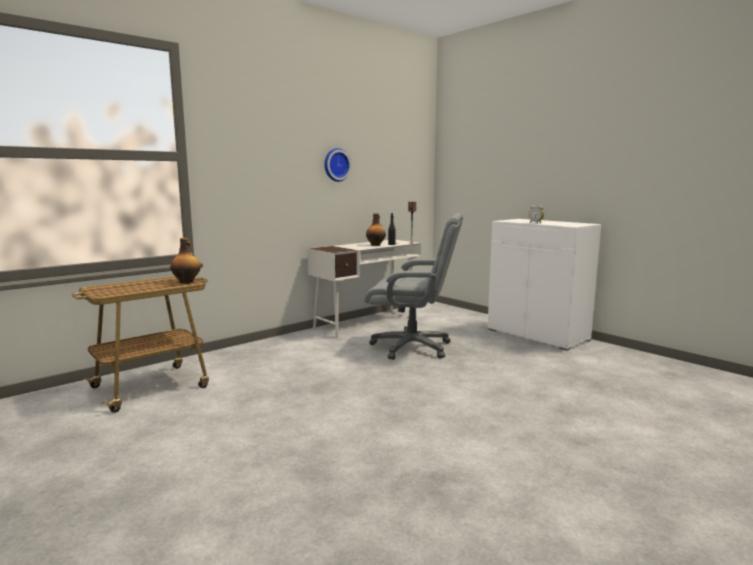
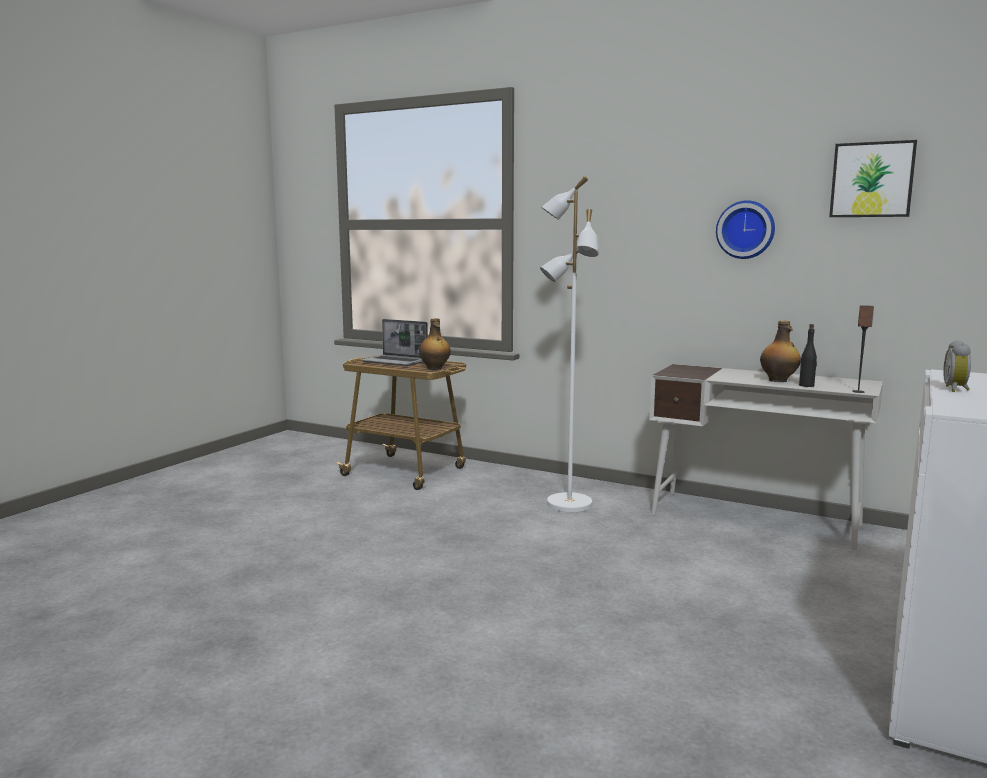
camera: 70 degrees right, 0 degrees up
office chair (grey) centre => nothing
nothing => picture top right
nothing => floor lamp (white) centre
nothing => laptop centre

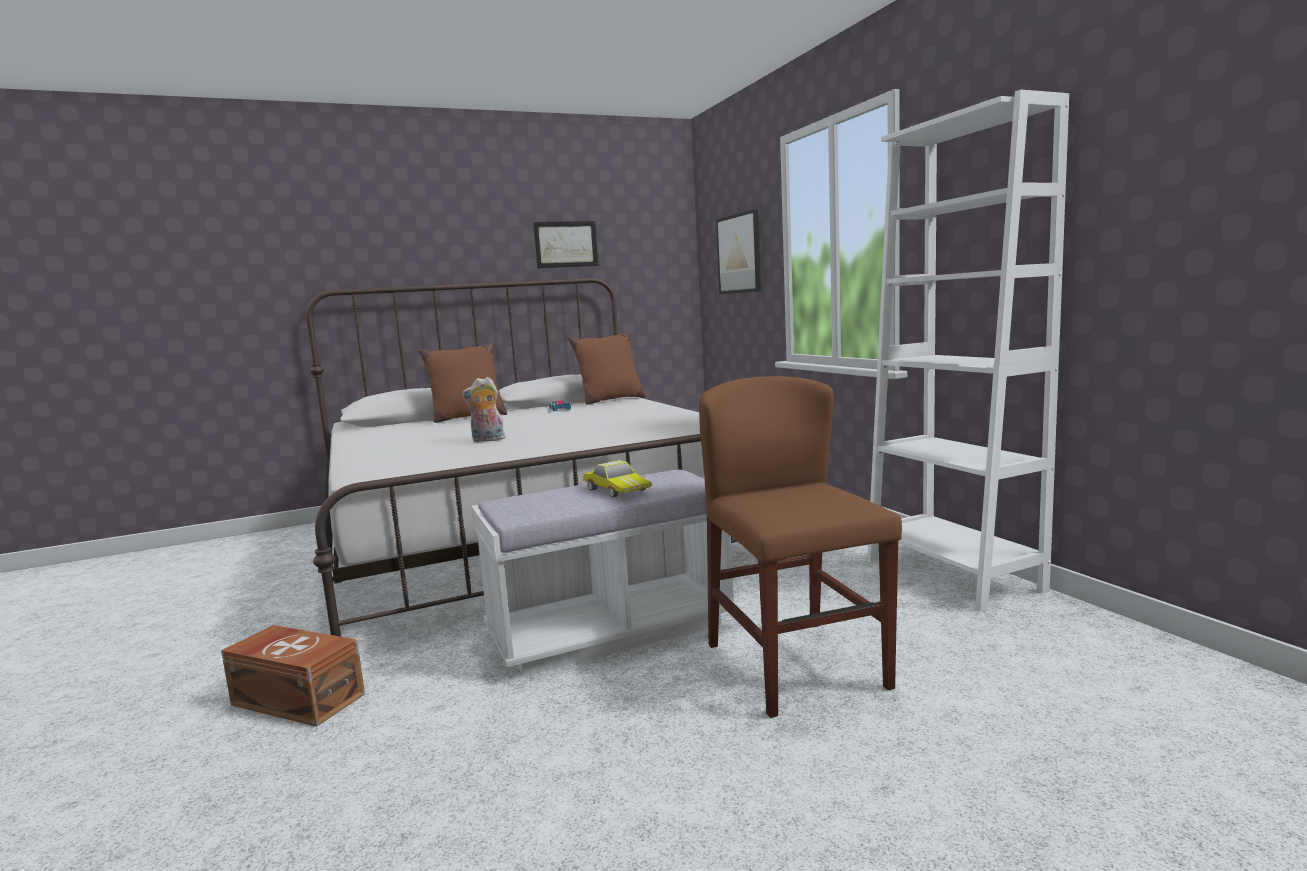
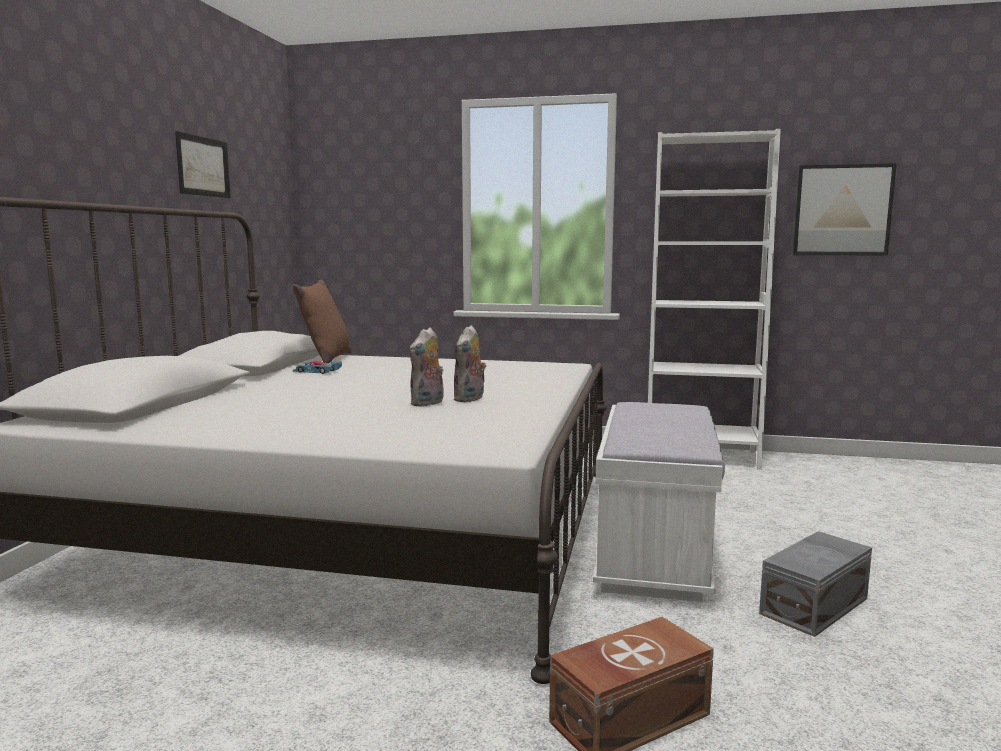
camera: 55 degrees left, 0 degrees up
picture (2nd from left) top centre => picture (2nd from left) top right, move
pillow (brown) (1st from left) centre => nothing
chair (brown) centre => nothing
toy car (2nd from left) centre => nothing
nothing => plush toy (2nd from left) centre
nothing => storage box (grey) bottom right

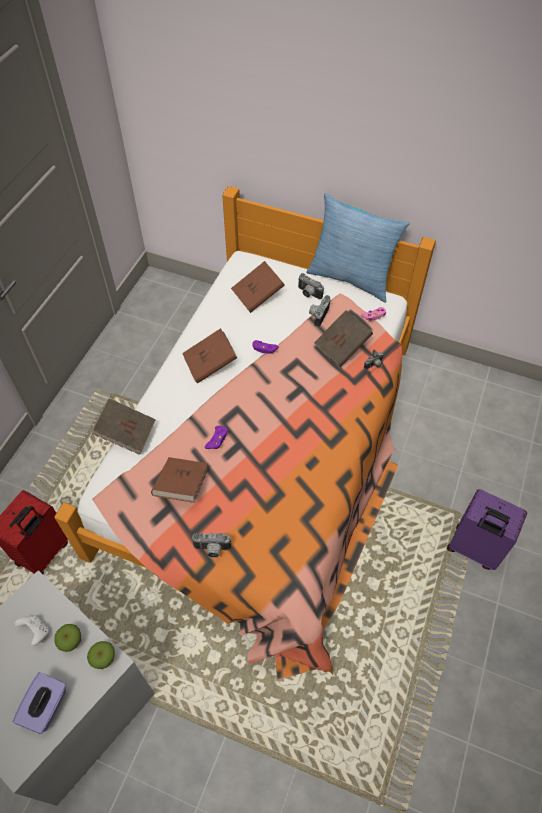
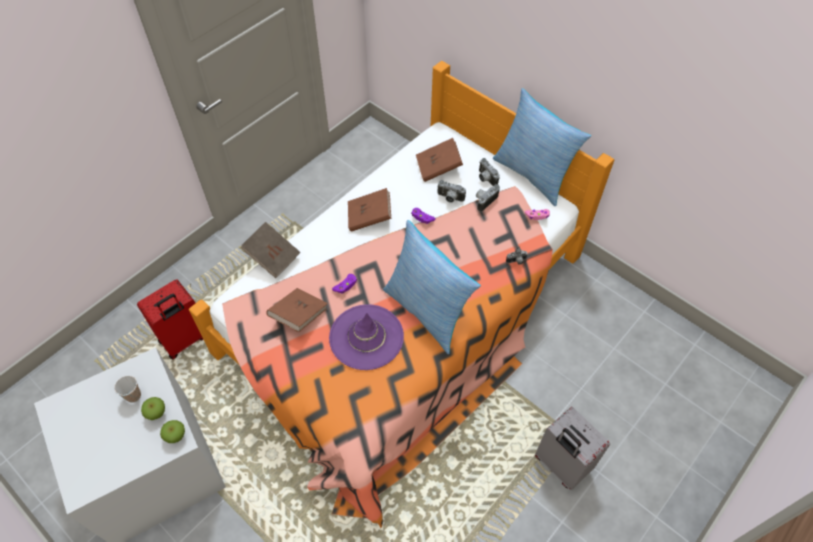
camera: 20 degrees right, 0 degrees up
book (brown) (5th from left) centre => nothing
suitcase (purple) middle right => suitcase (grey) bottom right
photo camera (1st from left) bottom centre => photo camera (1st from left) centre, move
game controller (white) bottom left => cup bottom left
tissue box (purple) bottom left => nothing
nothing => pillow (1st from left) centre
nothing => hat (purple) centre

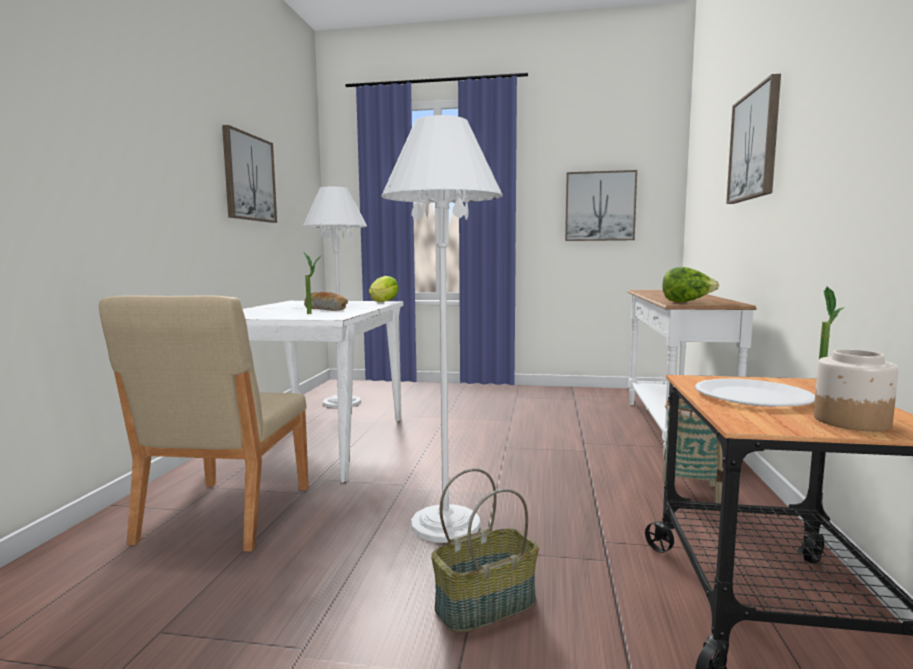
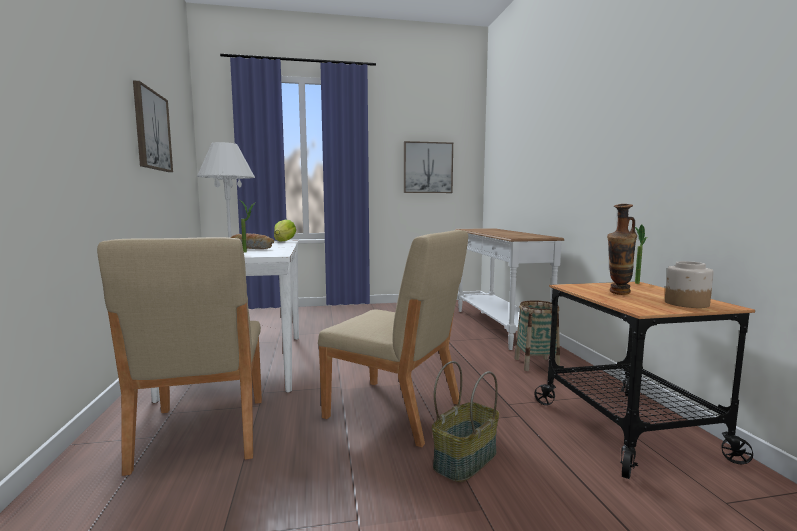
camera: 20 degrees left, 0 degrees up
picture (3rd from left) top right => nothing
floor lamp (white) (2nd from left) centre => chair (beige) (2nd from left) centre
lettuce (2nd from left) middle right => nothing
plate (white) middle right => vase middle right

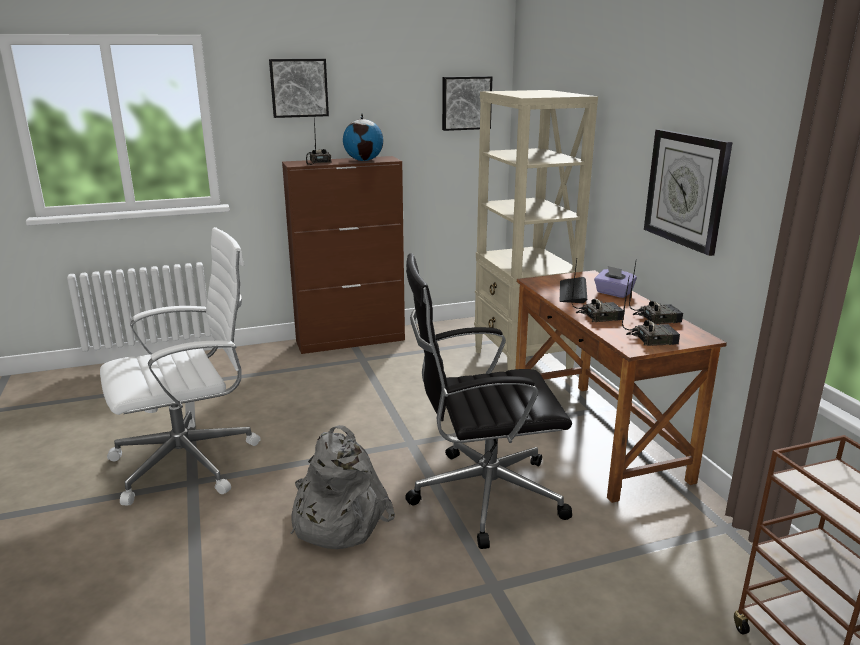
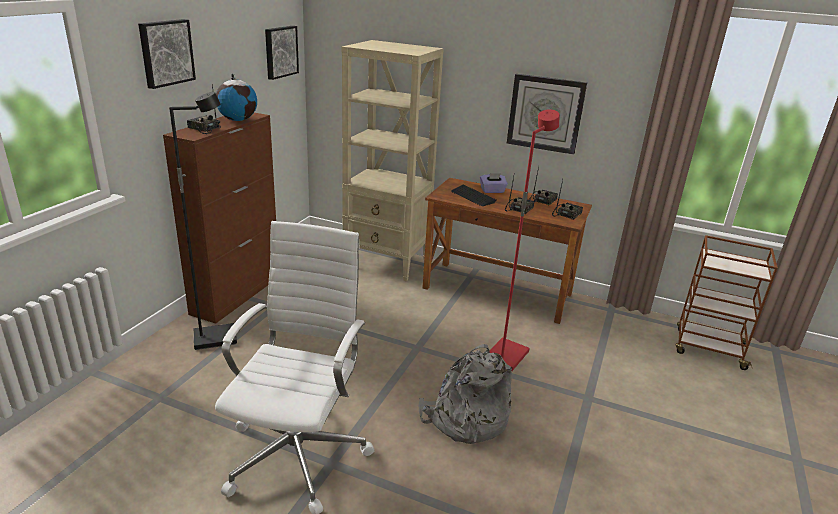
camera: 50 degrees left, 5 degrees up
office chair (black) centre => floor lamp (red) centre
nothing => floor lamp (black) middle left

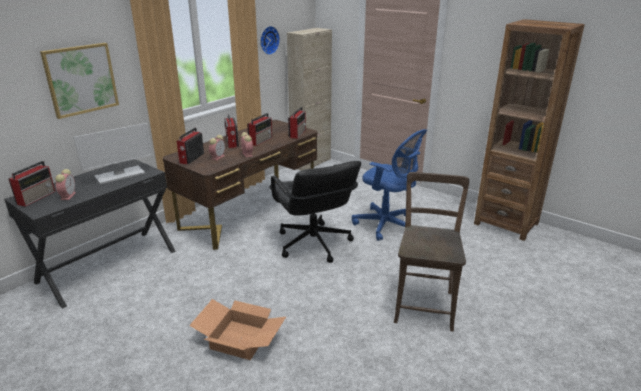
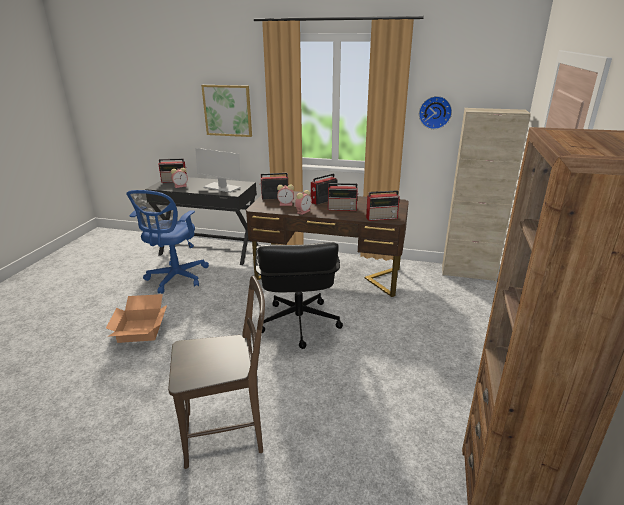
camera: 65 degrees right, 0 degrees up
office chair (blue) centre => office chair (blue) middle left, move
office chair (black) centre, 45 degrees counterclockwise

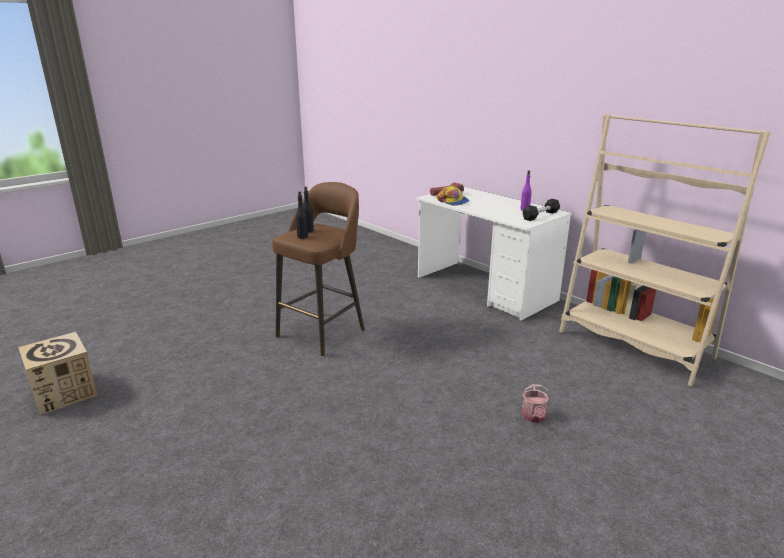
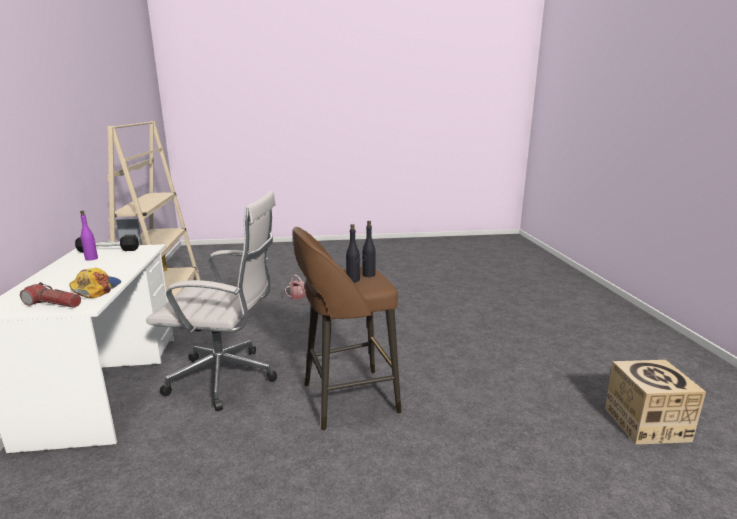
camera: 145 degrees left, 5 degrees down
nothing => office chair (white) middle left

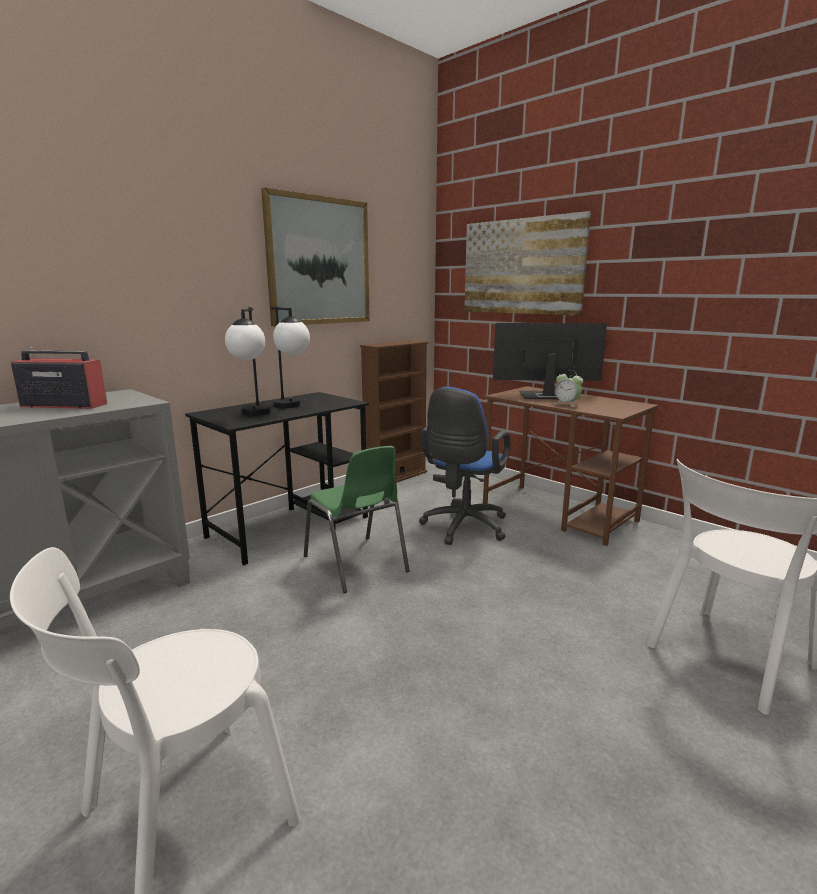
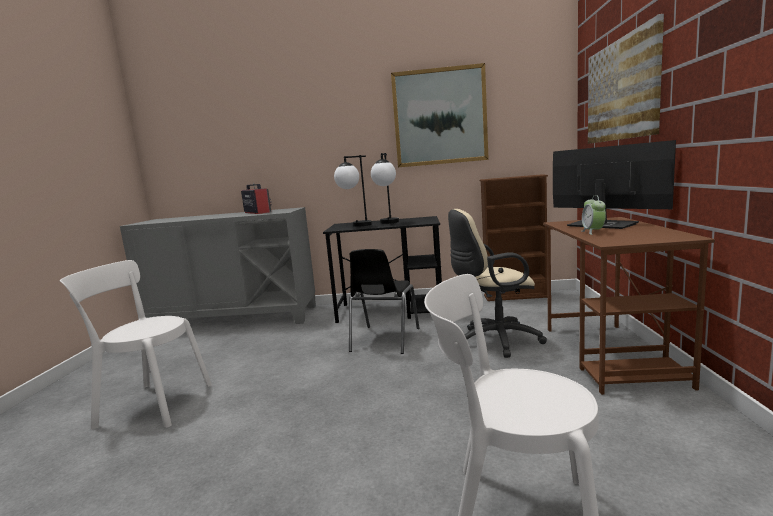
camera: 50 degrees right, 5 degrees down
office chair (blue) centre => office chair (beige) centre
chair (green) centre => chair (black) centre

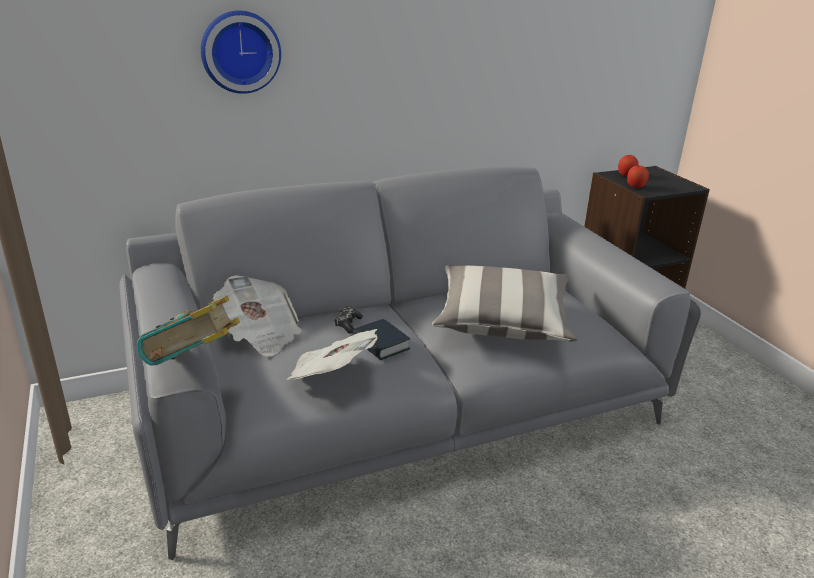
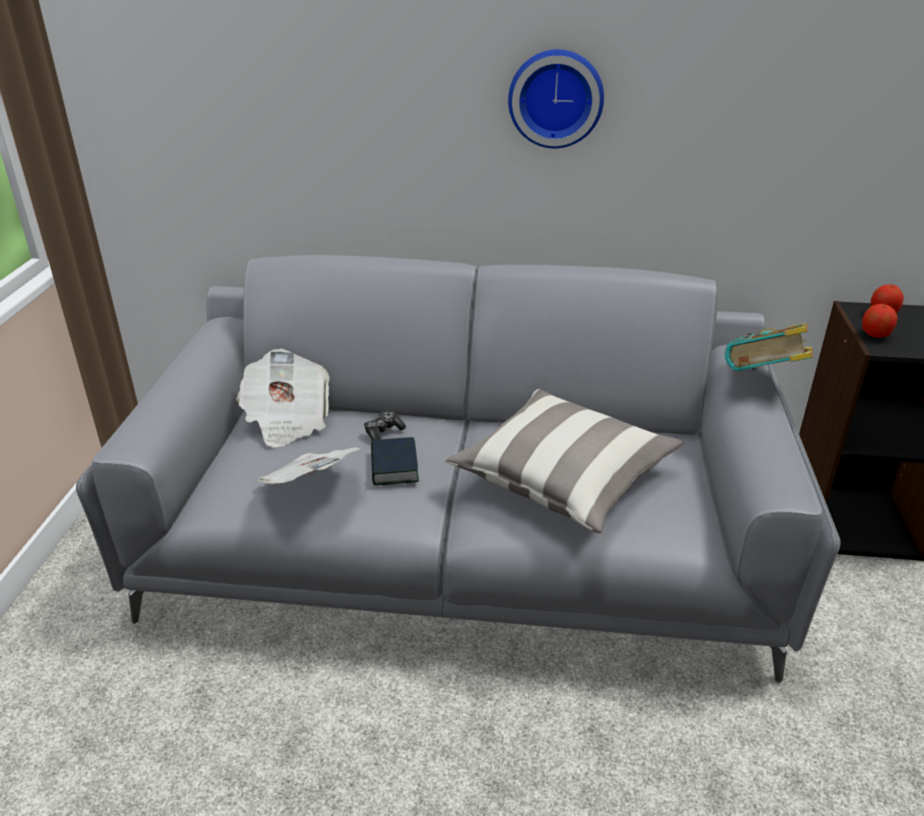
camera: 30 degrees right, 5 degrees up
wall clock top left => wall clock top centre, move
book (1st from left in the first image) middle left => book (2nd from left) middle right, move

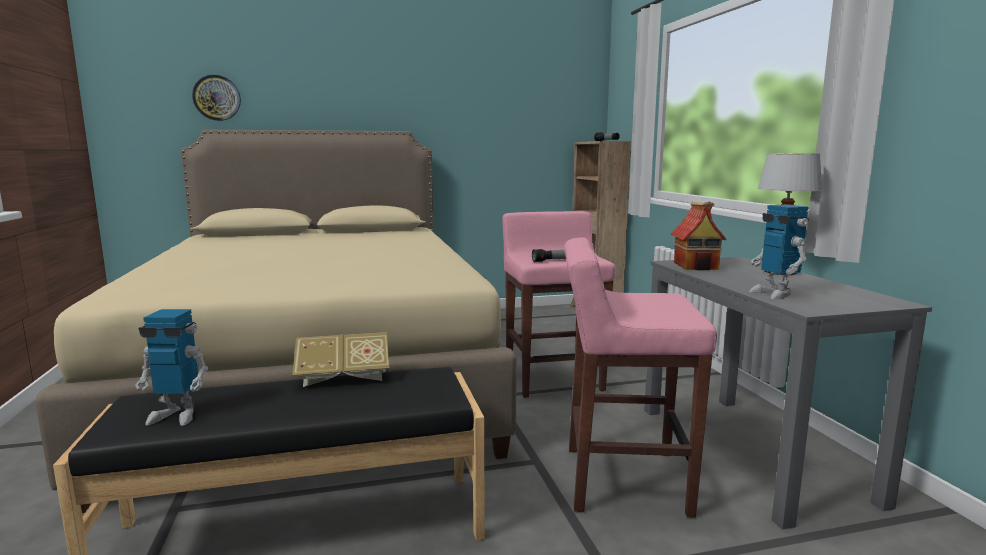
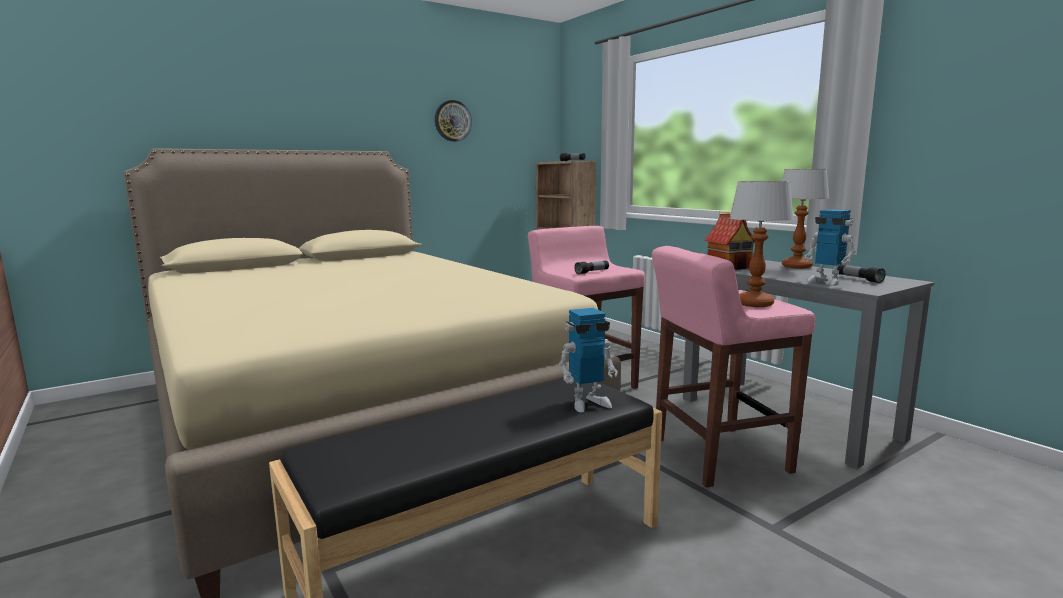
camera: 20 degrees left, 0 degrees up
wall clock top left => wall clock top centre, move
toy robot (1st from left) middle left => toy robot (1st from left) centre, move
book centre => nothing
nothing => table lamp (1st from left) middle right
nothing => flashlight (3rd from left) middle right

